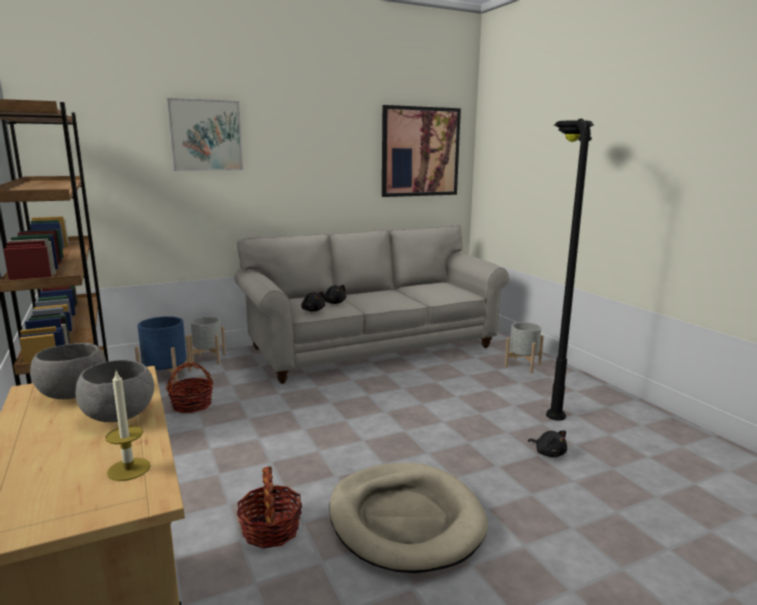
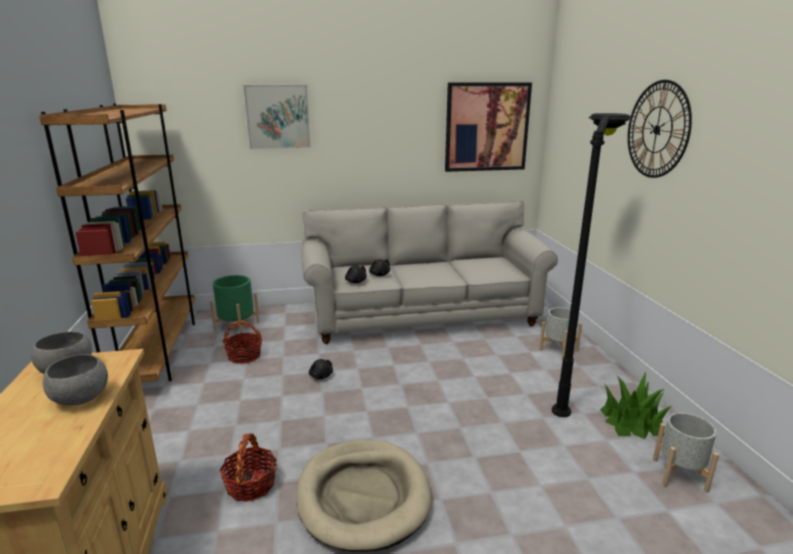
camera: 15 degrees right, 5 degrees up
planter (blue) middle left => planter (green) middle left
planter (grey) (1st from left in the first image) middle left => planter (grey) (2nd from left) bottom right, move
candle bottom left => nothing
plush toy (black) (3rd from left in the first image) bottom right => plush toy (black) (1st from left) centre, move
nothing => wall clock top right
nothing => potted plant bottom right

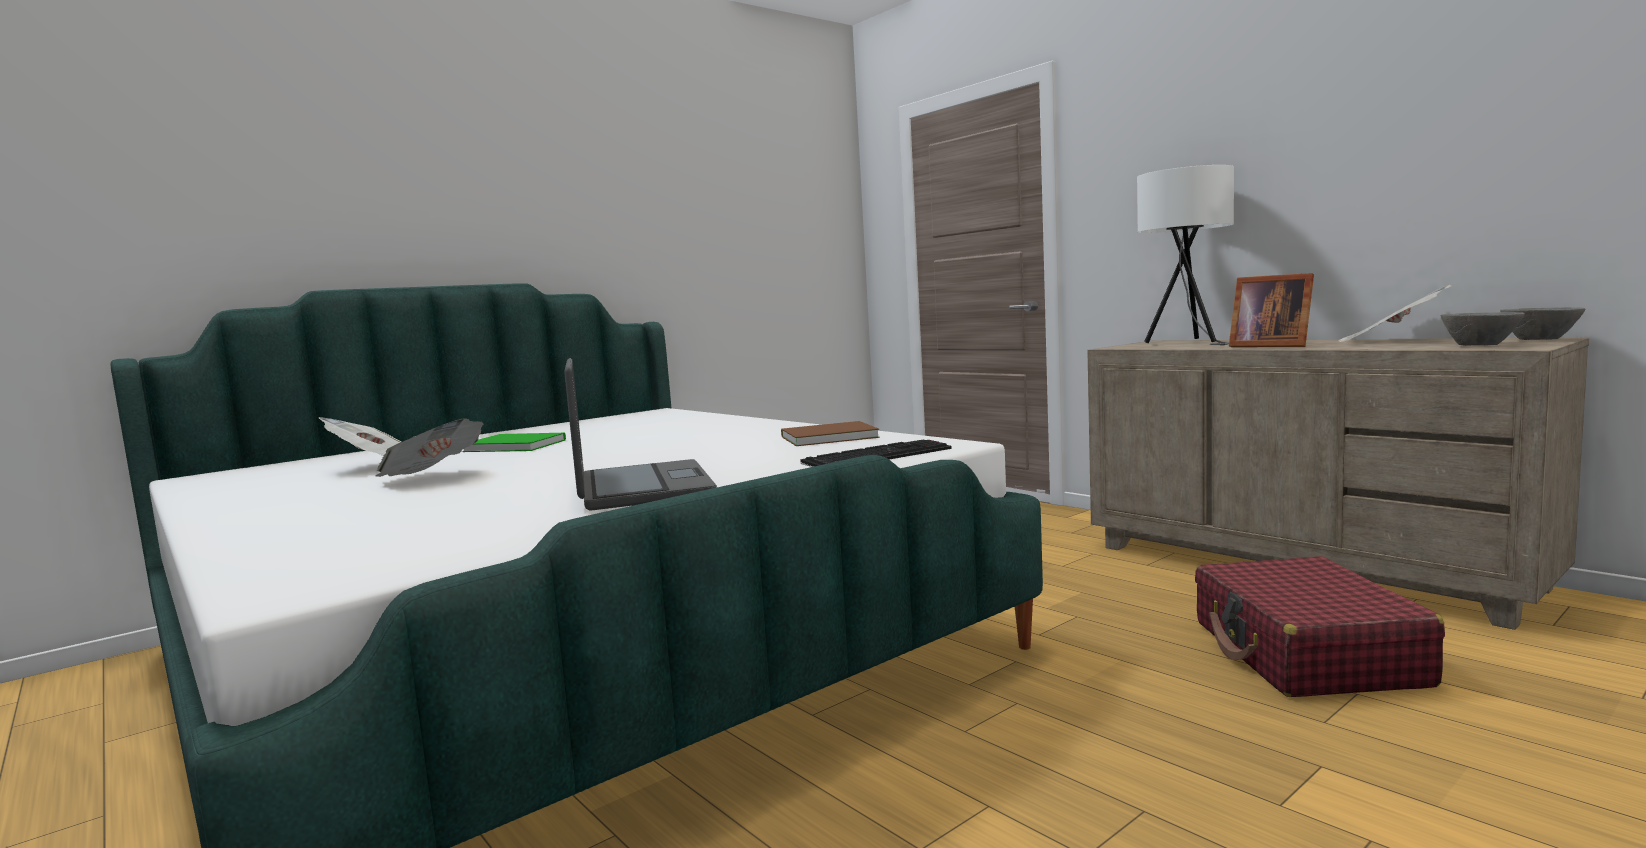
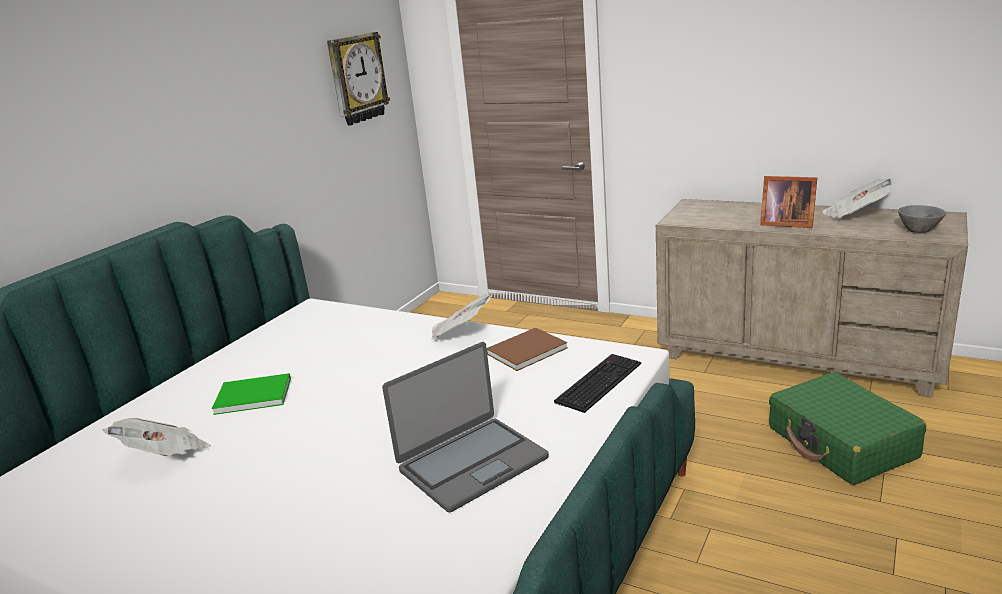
camera: 20 degrees left, 15 degrees up
table lamp (white) top right => nothing
bowl (grey) (2nd from left) middle right => nothing
laptop centre => laptop bottom centre, 90 degrees clockwise
newspaper (2nd from left) middle left => newspaper (2nd from left) centre, move
suitcase (red) bottom right => suitcase (green) bottom right
nothing => wall clock top centre

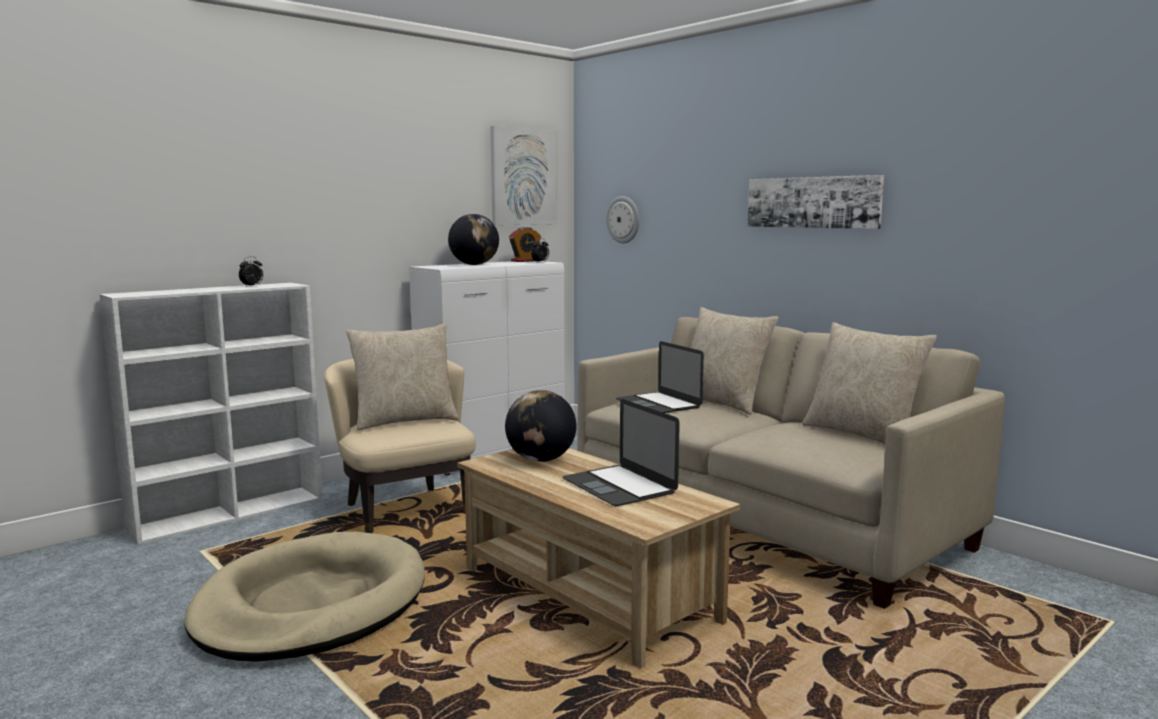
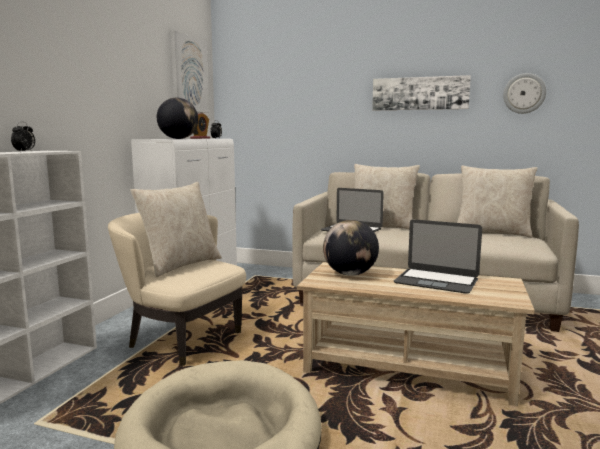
camera: 30 degrees left, 0 degrees up
wall clock top centre => wall clock top right, move

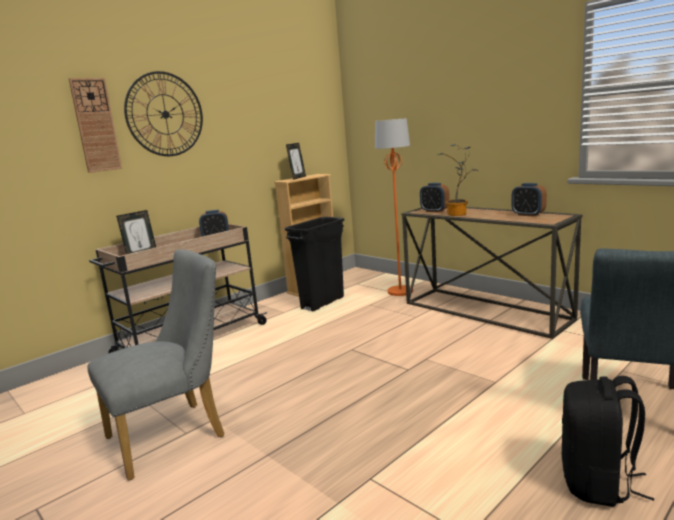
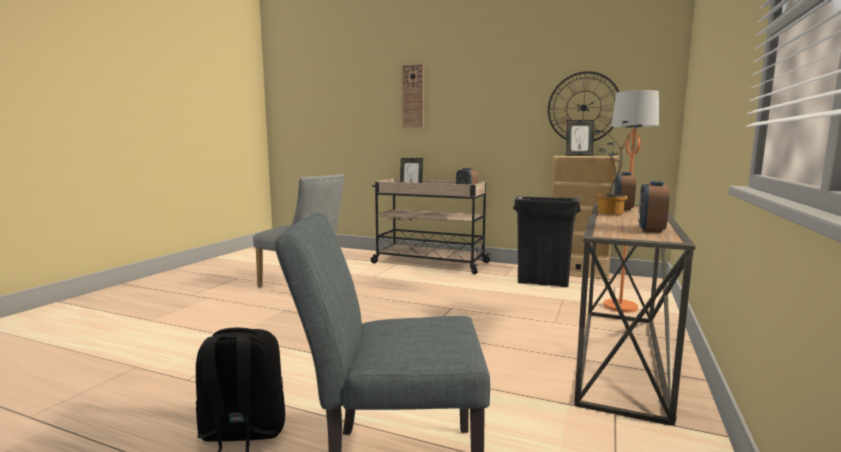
camera: 65 degrees right, 5 degrees down
wall clock (2nd from left) top left => wall clock (2nd from left) top right, move

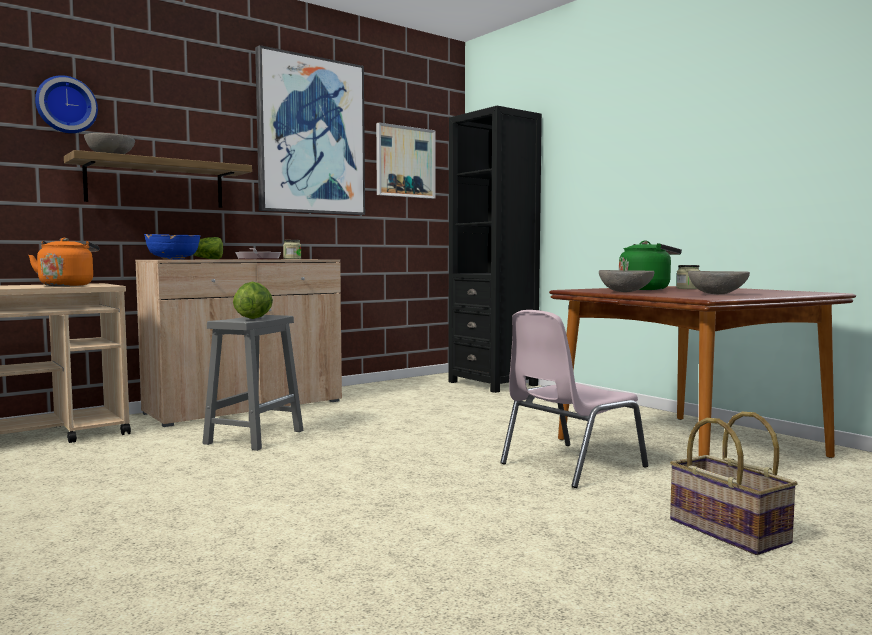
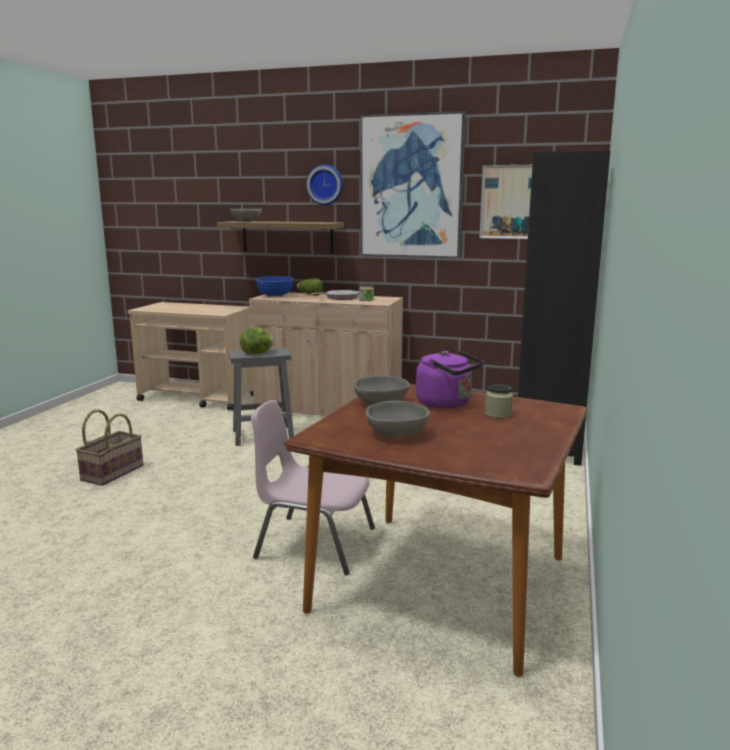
camera: 55 degrees right, 10 degrees up
wall clock top left => wall clock top centre, move
kettle (orange) middle left => nothing
kettle (green) middle right => kettle (purple) centre
basket bottom right => basket middle left, move

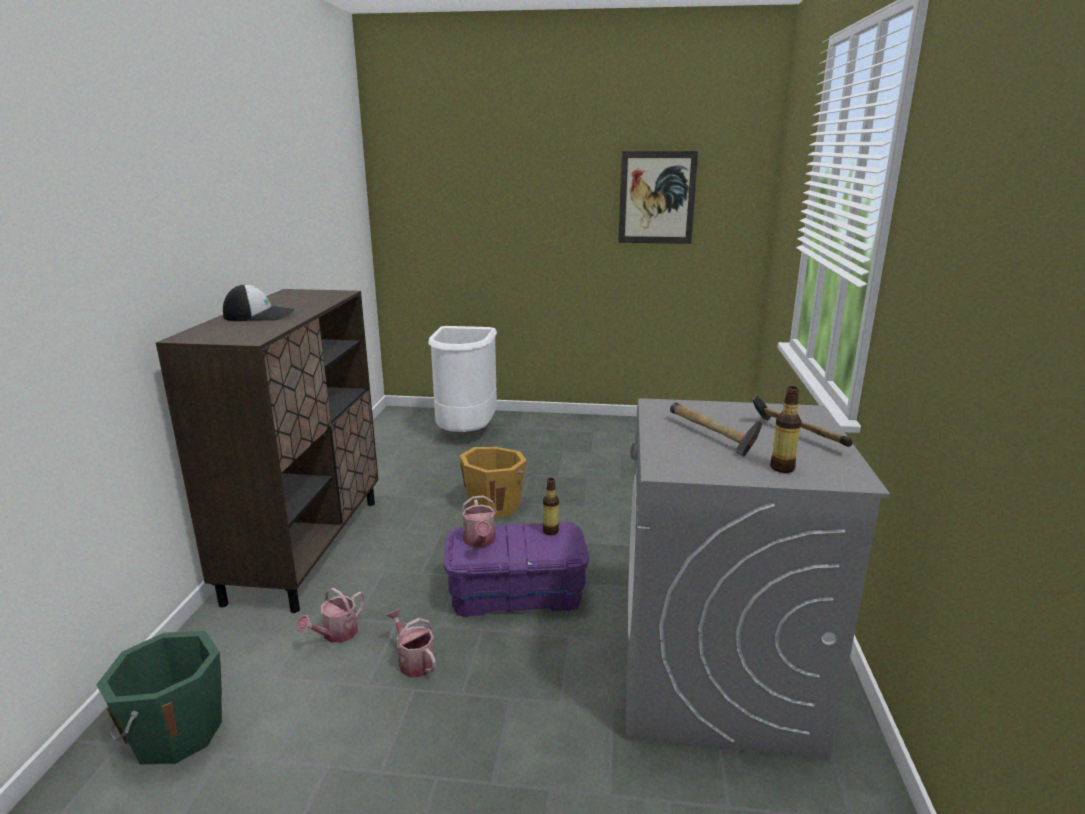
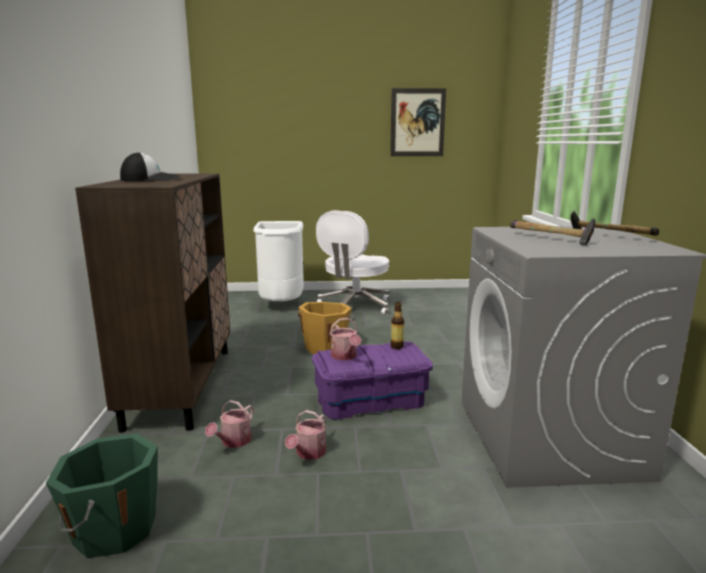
camera: 10 degrees left, 5 degrees down
bottle (2nd from left) middle right => nothing
watering can (2nd from left) bottom centre, 105 degrees counterclockwise
nothing => office chair (white) centre

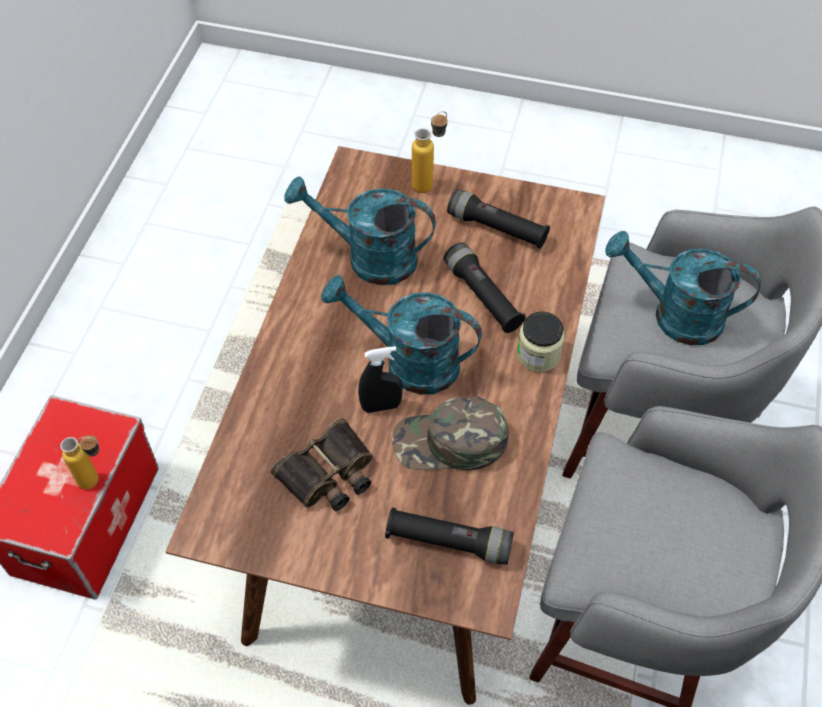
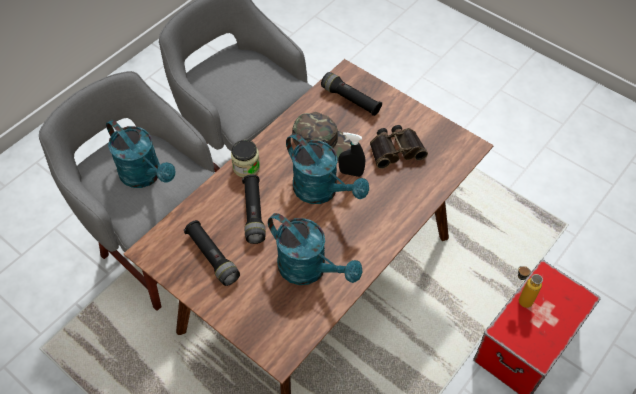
camera: 155 degrees left, 0 degrees up
bottle (2nd from left) top centre => nothing

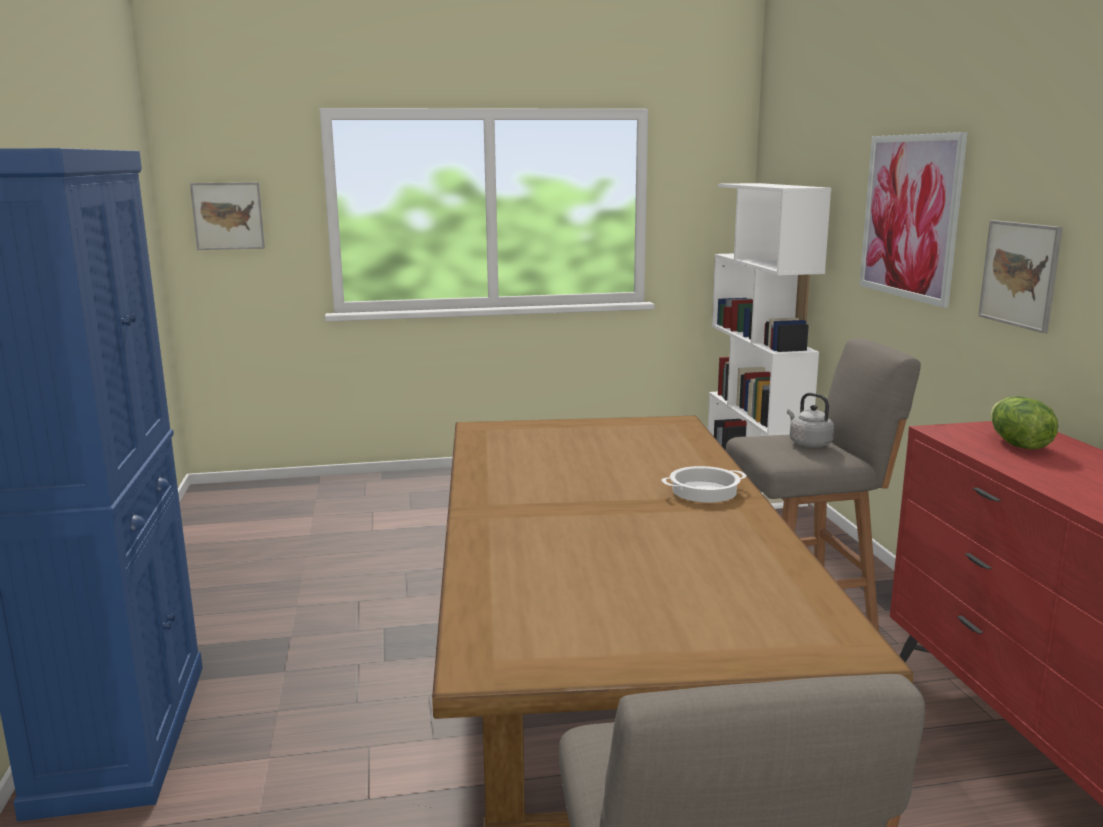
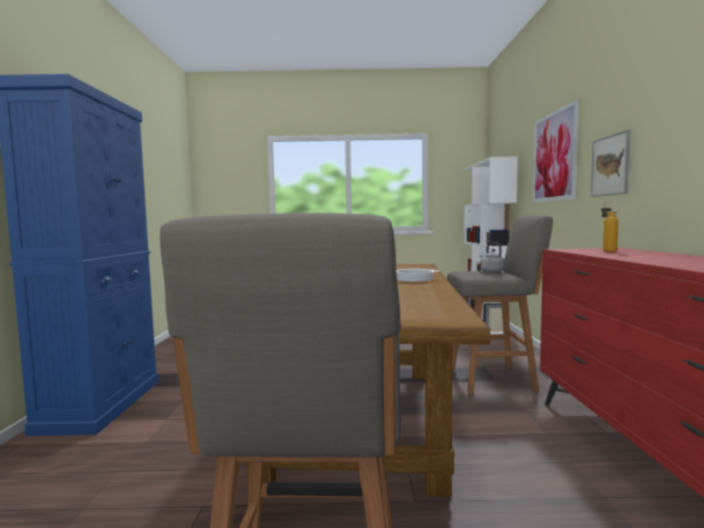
camera: 10 degrees right, 10 degrees down
picture (1st from left) top left => nothing
lettuce middle right => bottle middle right

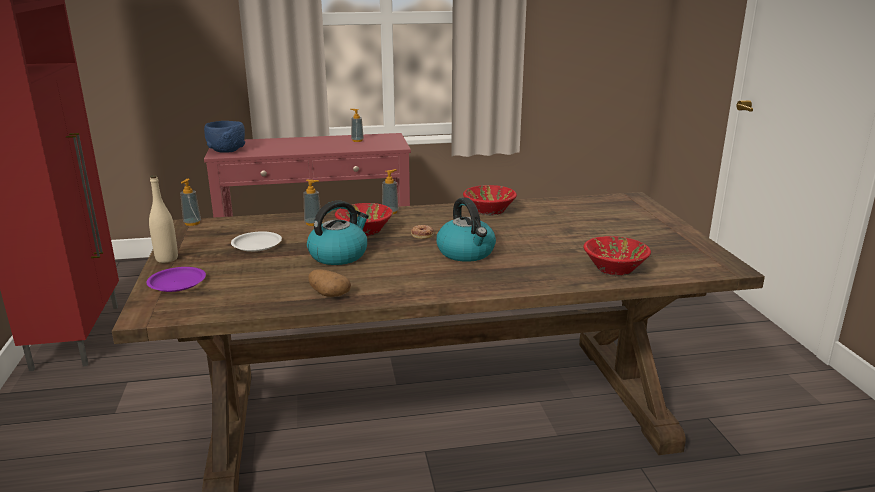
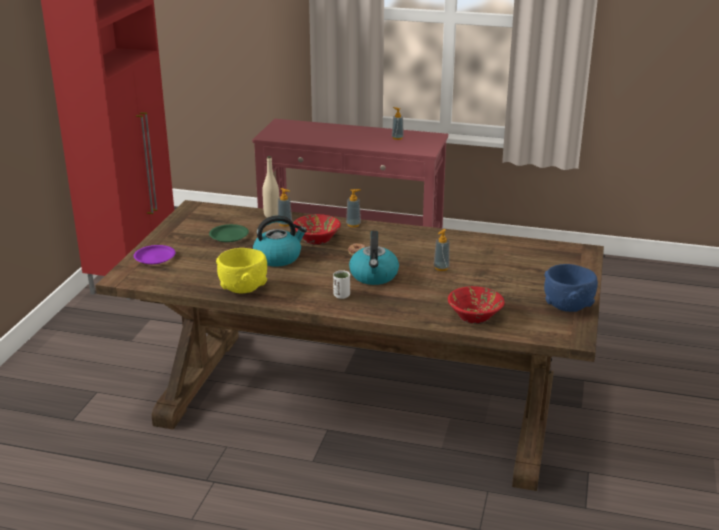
camera: 25 degrees right, 5 degrees up
bowl (blue) top left => bowl (blue) middle right, move
bottle (beige) middle left => bottle (beige) centre, move
soap dispenser (1st from left in the first image) middle left => soap dispenser (4th from left) centre, move
bowl (red) (2nd from left) centre => nothing
plate (white) middle left => plate (green) middle left
potato centre => bowl (yellow) centre
nothing => cup (white) centre

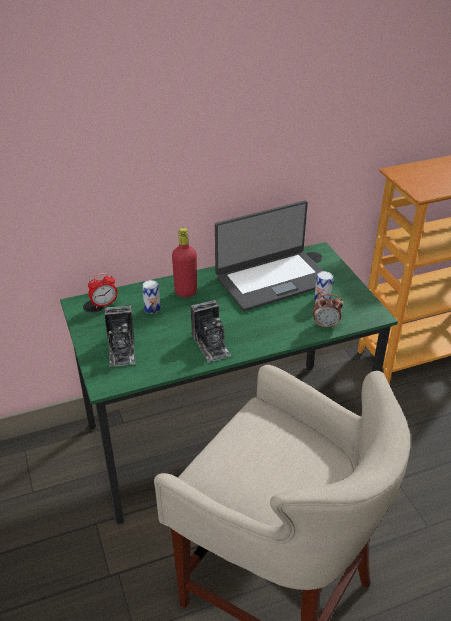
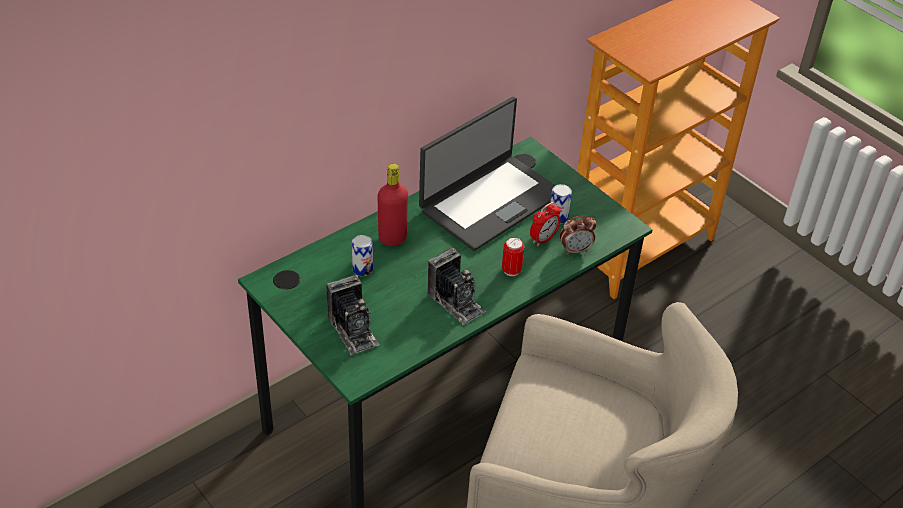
camera: 20 degrees left, 5 degrees up
alarm clock (1st from left) middle left => alarm clock (1st from left) centre, move
nothing => can (2nd from left) centre

